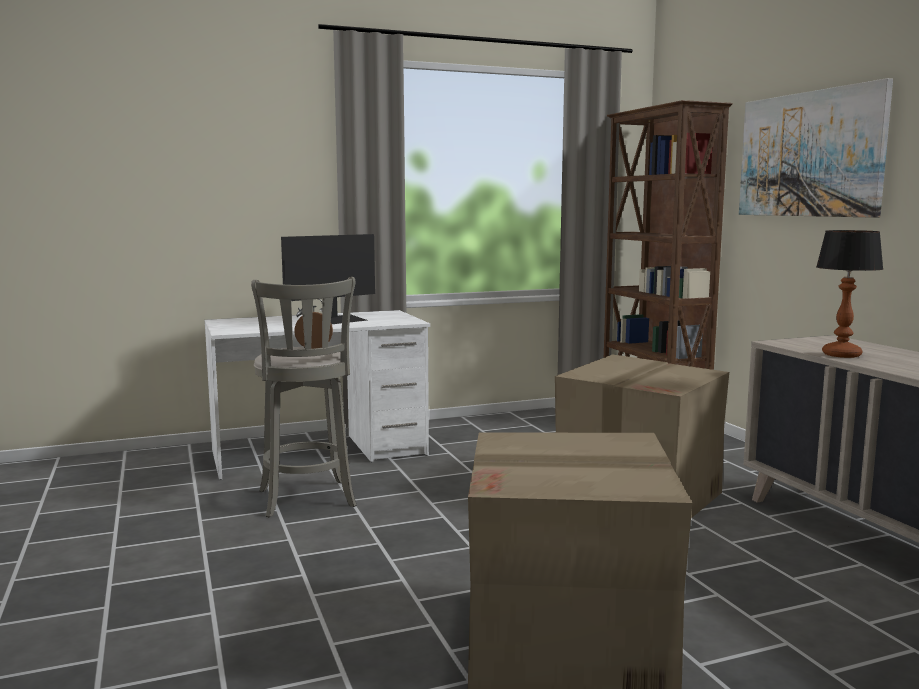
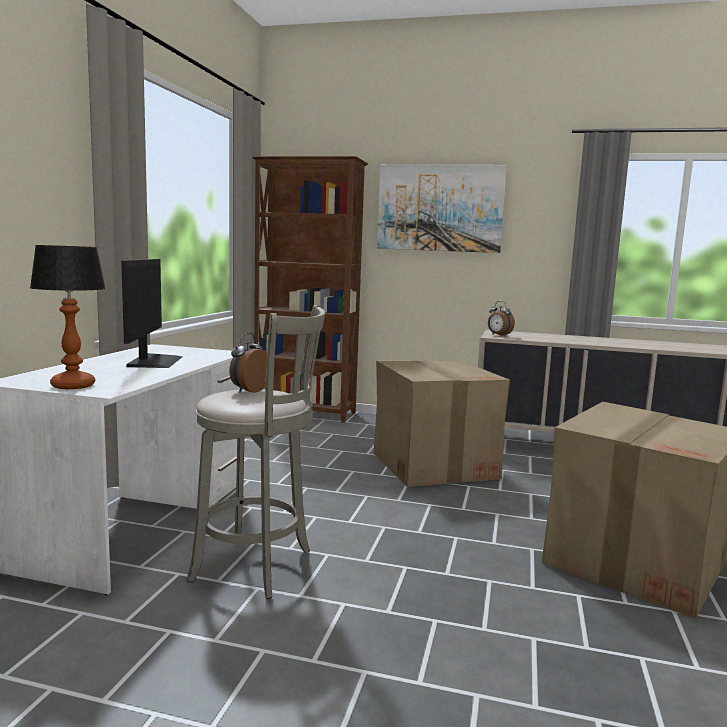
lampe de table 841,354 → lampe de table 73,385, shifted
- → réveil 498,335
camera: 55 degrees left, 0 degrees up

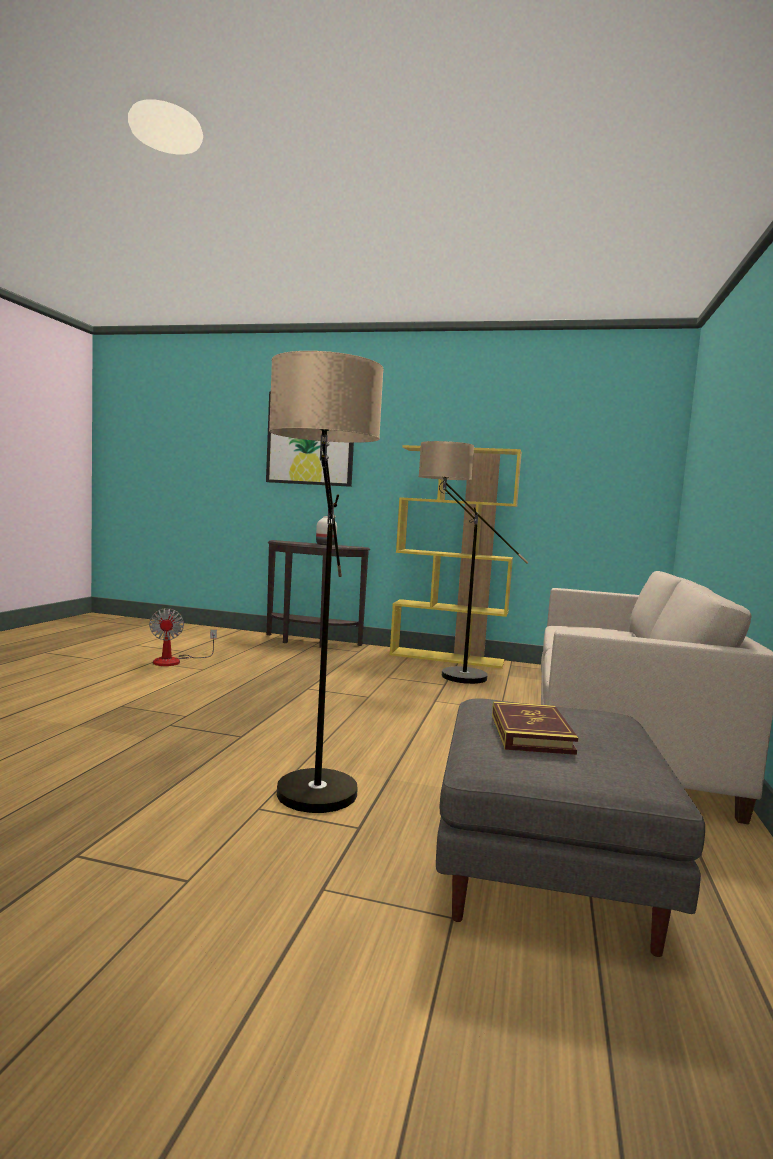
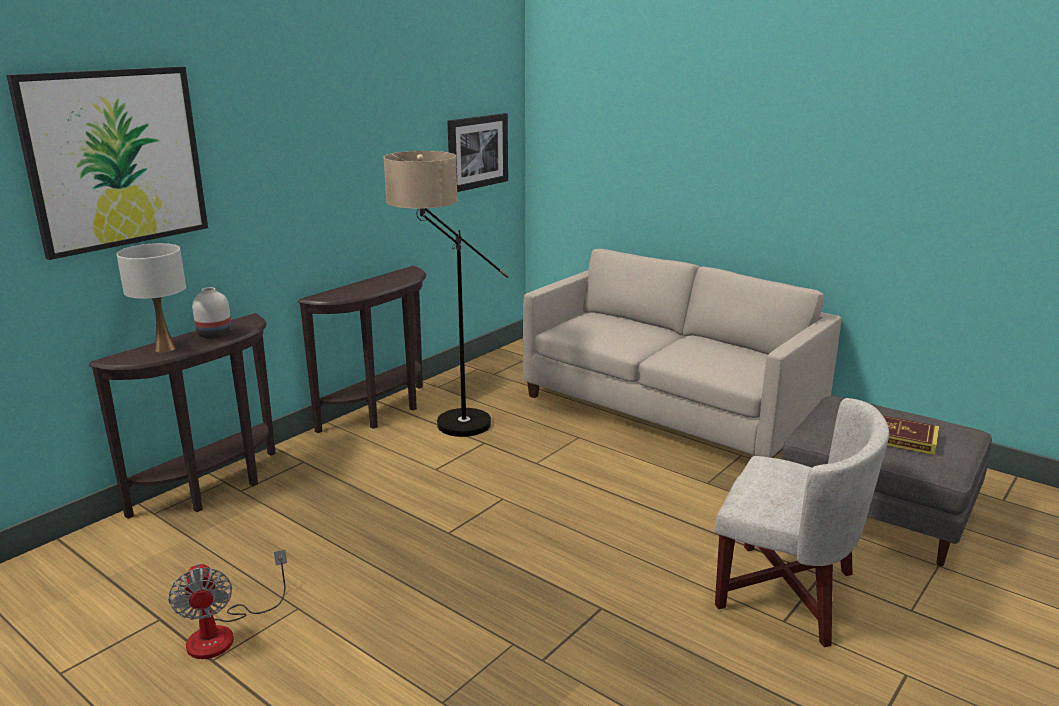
ventilateur 175,661 → ventilateur 224,633, 60 degrees clockwise
lampadaire 311,809 → fauteuil/blanc 787,592
bibliothèque/jaune 447,658 → table console/marron 382,412
- → lampe de table/blanc 165,348
- → tableau 477,152
camera: 65 degrees left, 15 degrees up

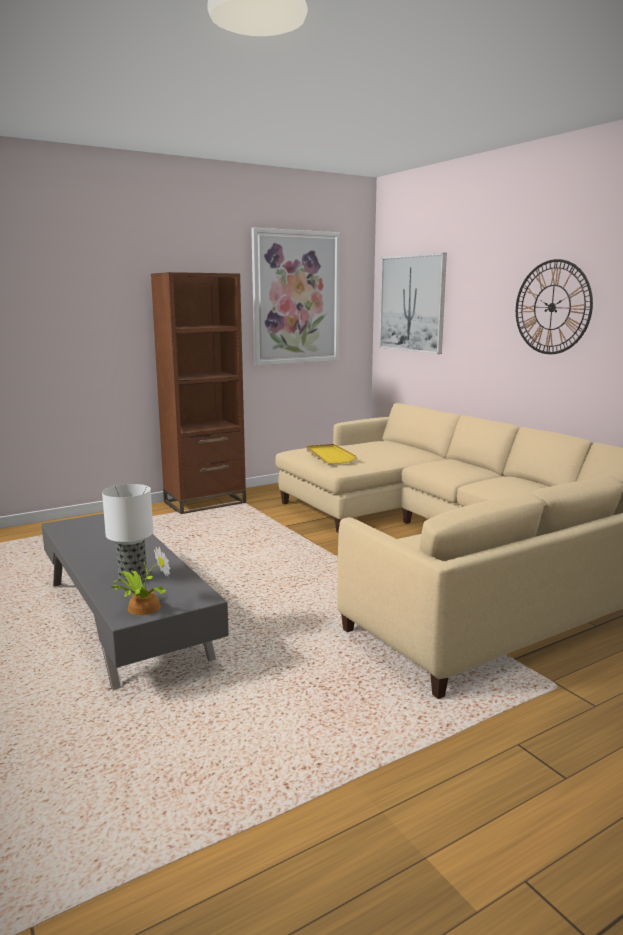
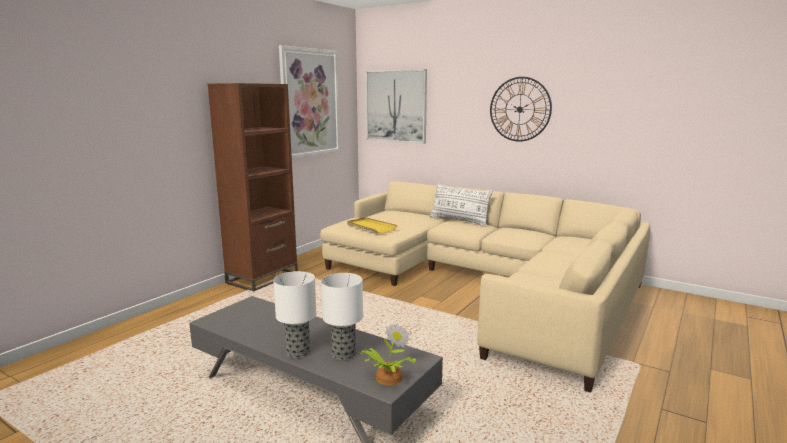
- → lampe de table 299,352
- → coussin/blanc 459,221
camera: 25 degrees left, 0 degrees up

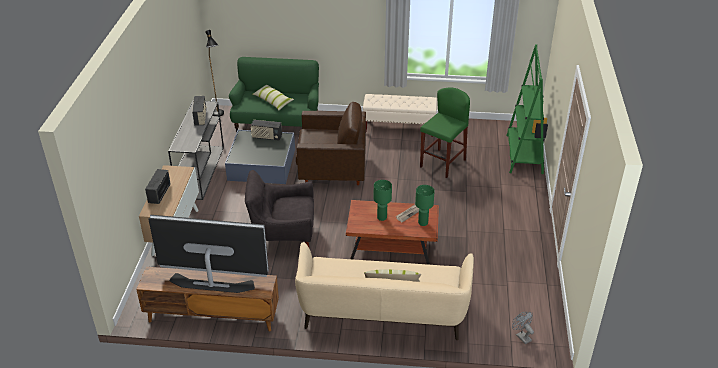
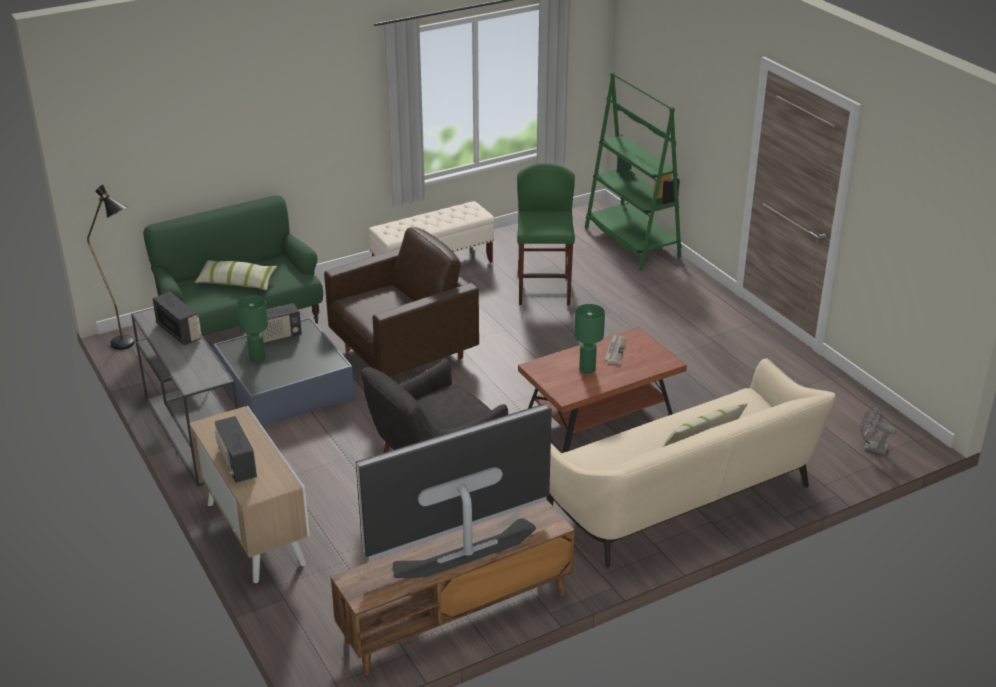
lampe de table/vert 423,223 → lampe de table/vert 258,358, shifted
camera: 35 degrees left, 5 degrees down

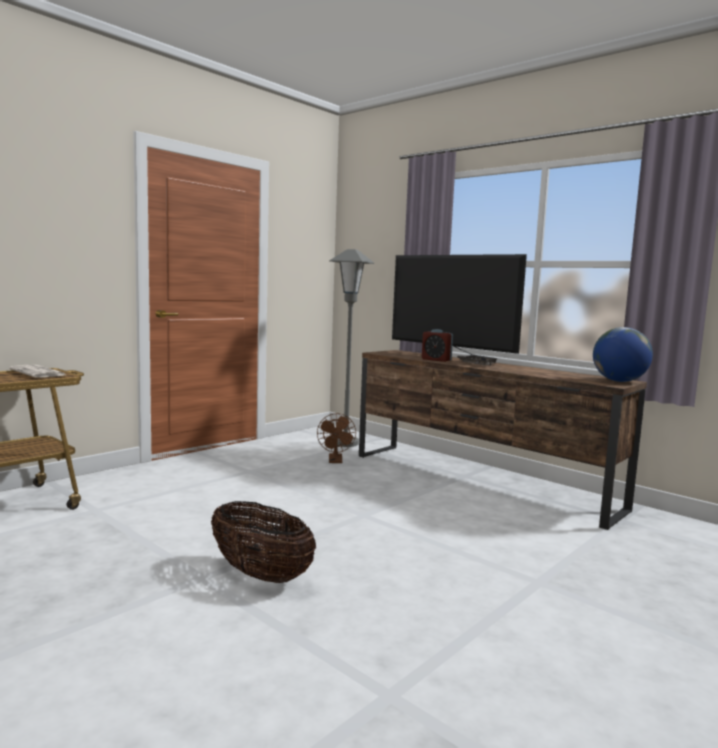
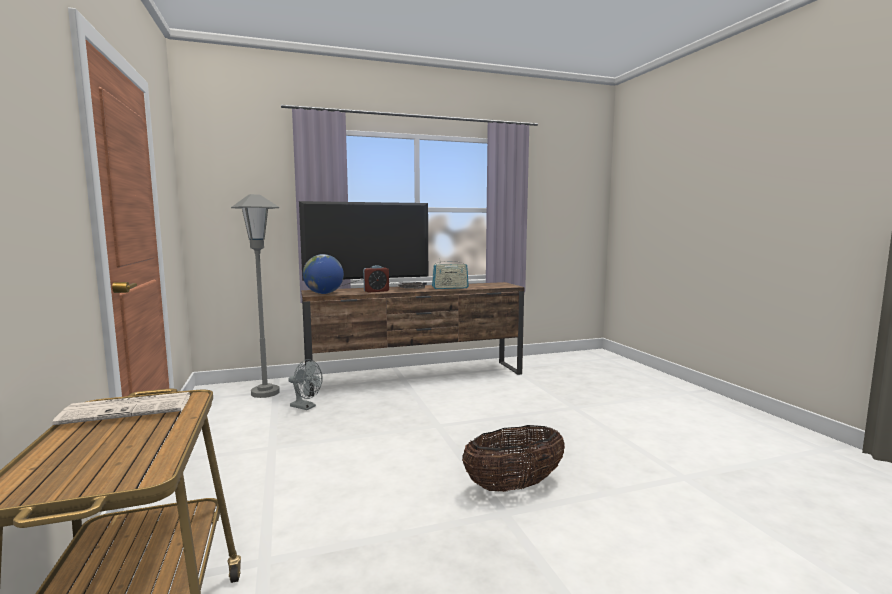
ventilateur/marron 335,461 → ventilateur/gris 306,407
globe 619,381 → globe 324,293, shifted
- → radio 450,288
camera: 60 degrees left, 0 degrees up

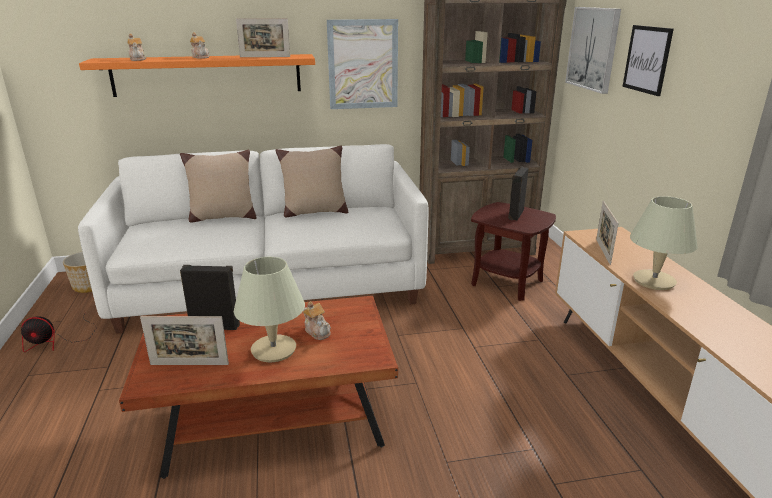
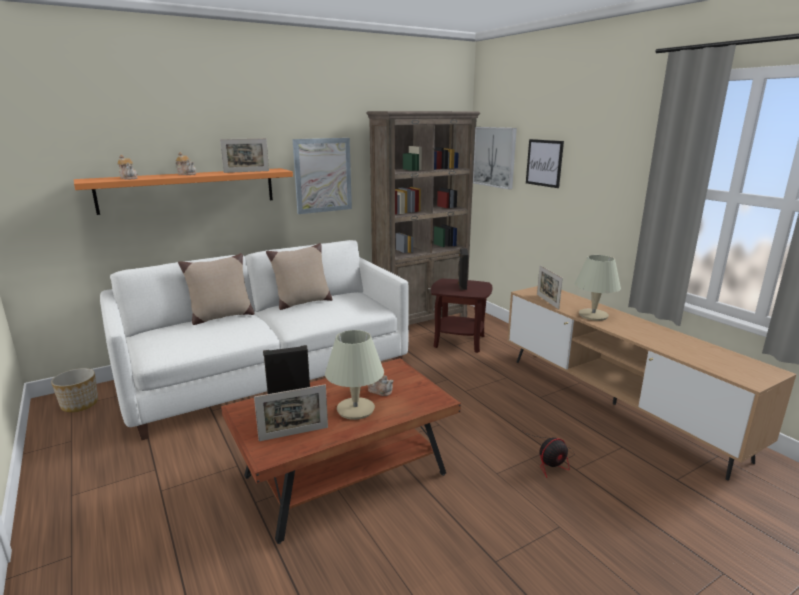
ventilateur 58,340 → ventilateur 551,460, shifted
camera: 20 degrees left, 5 degrees down

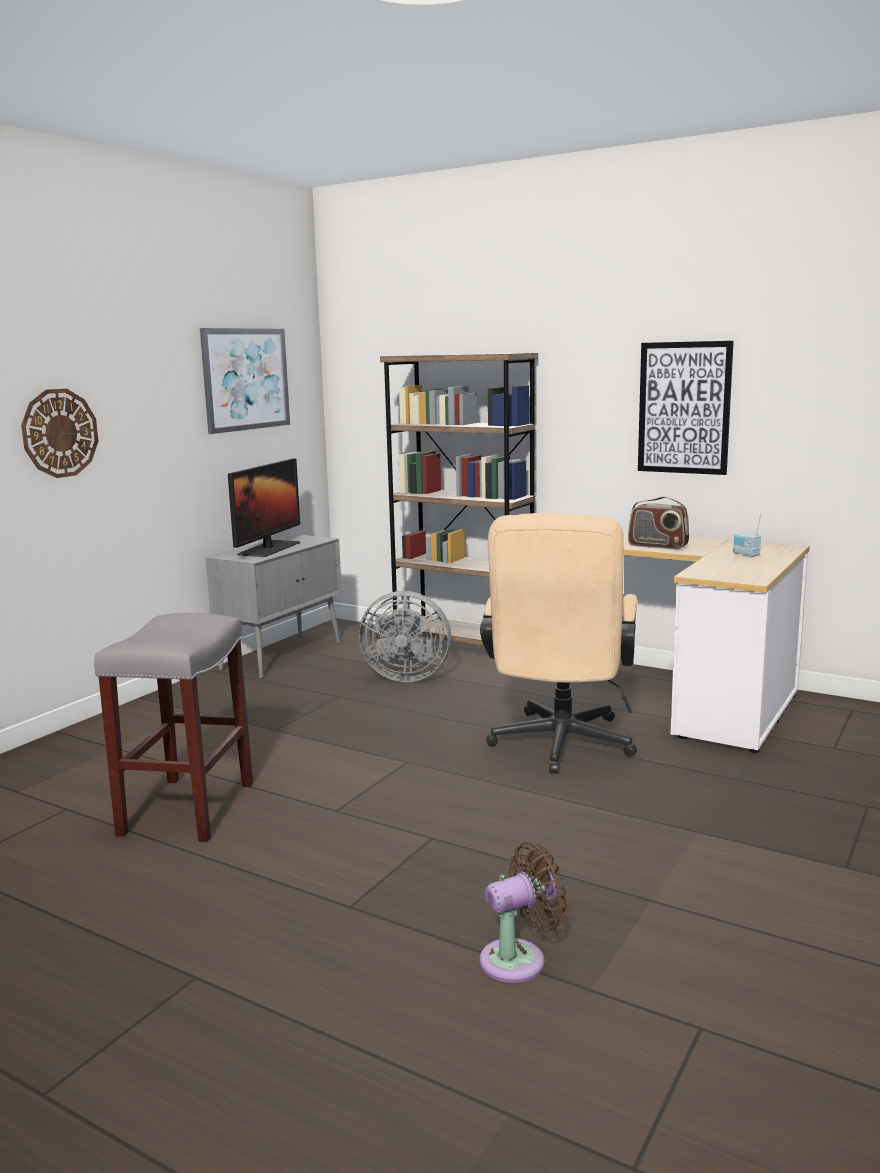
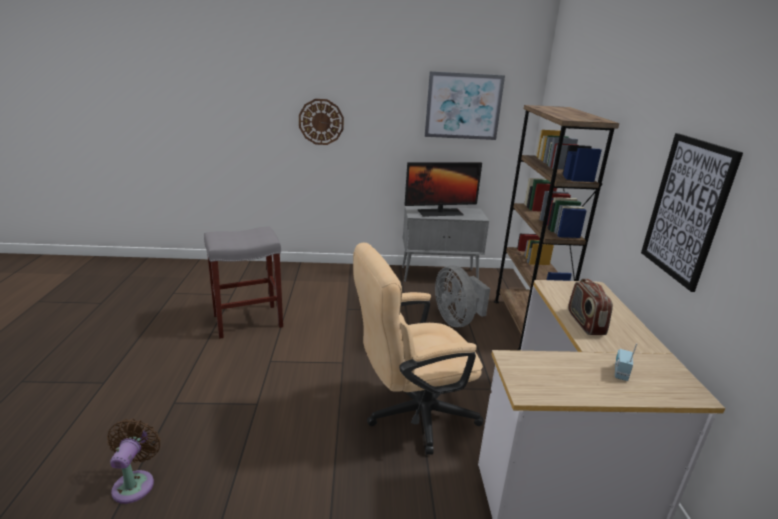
ventilateur/marron 519,959 → ventilateur/marron 135,483, 120 degrees counterclockwise
camera: 55 degrees right, 10 degrees up

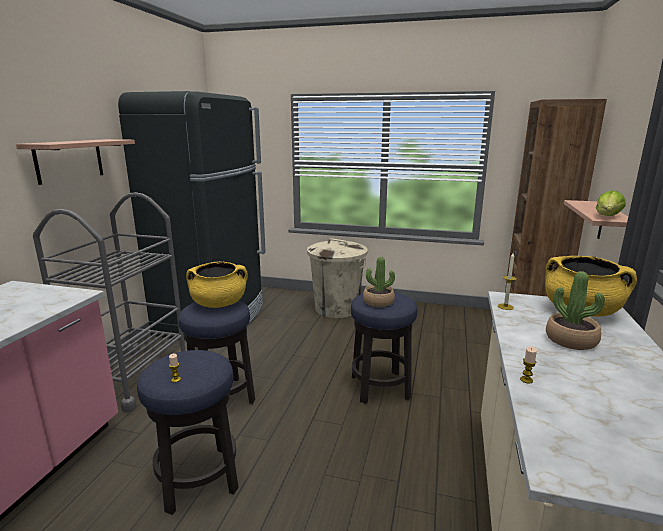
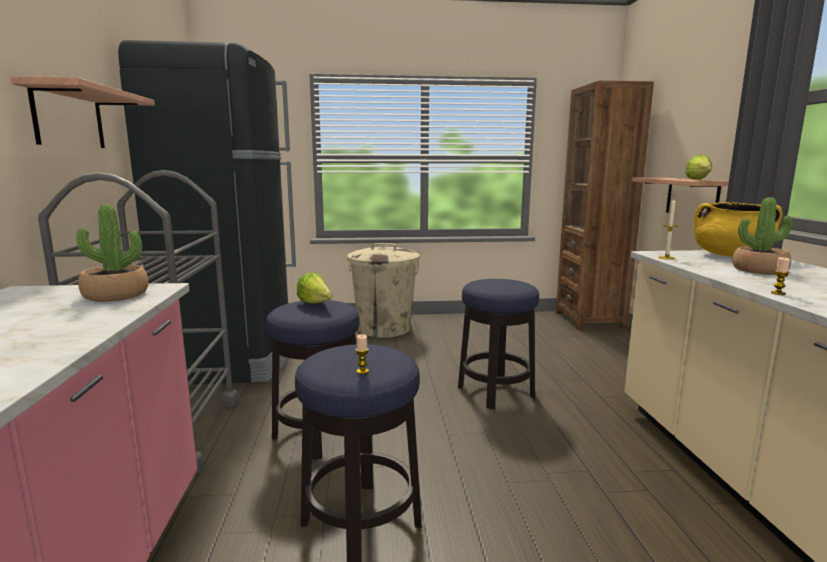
marmite/jaune 219,304 → laitue 316,304
plante en pot 378,302 → plante en pot 115,295, shifted
camera: 20 degrees left, 5 degrees down

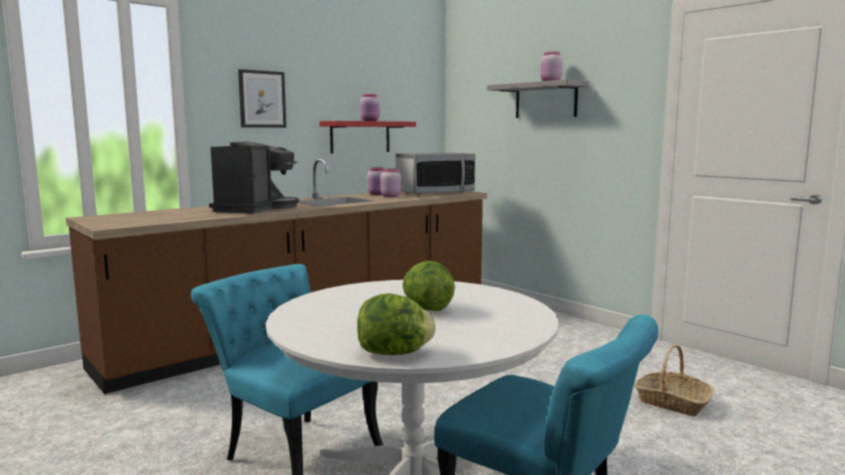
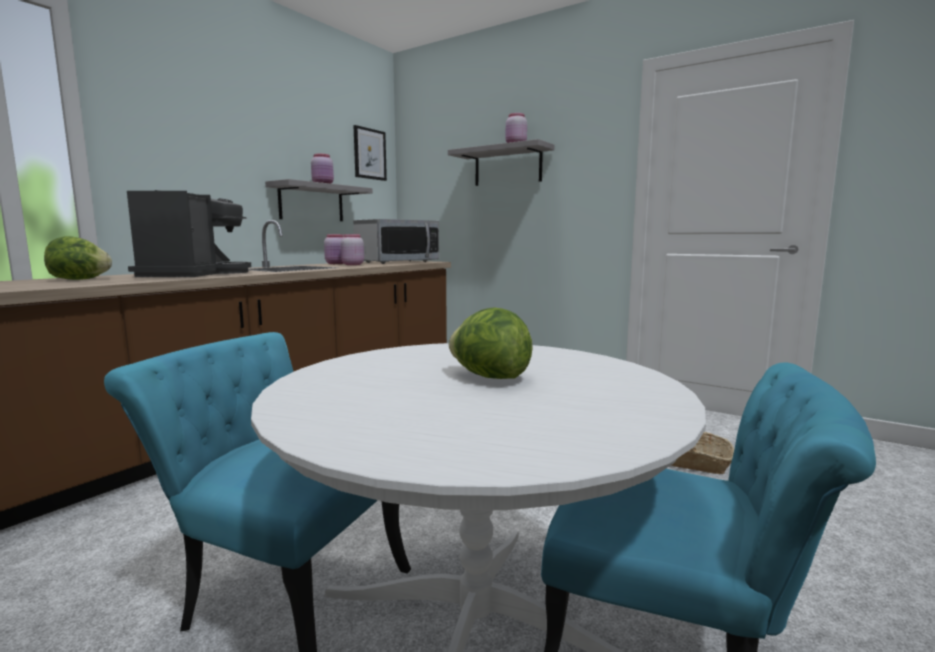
tableau 262,99 → tableau 369,154, shifted
étagère/rouge 360,137 → étagère/gris 311,203
laitue 394,353 → laitue 79,279, shifted
camera: 15 degrees left, 0 degrees up

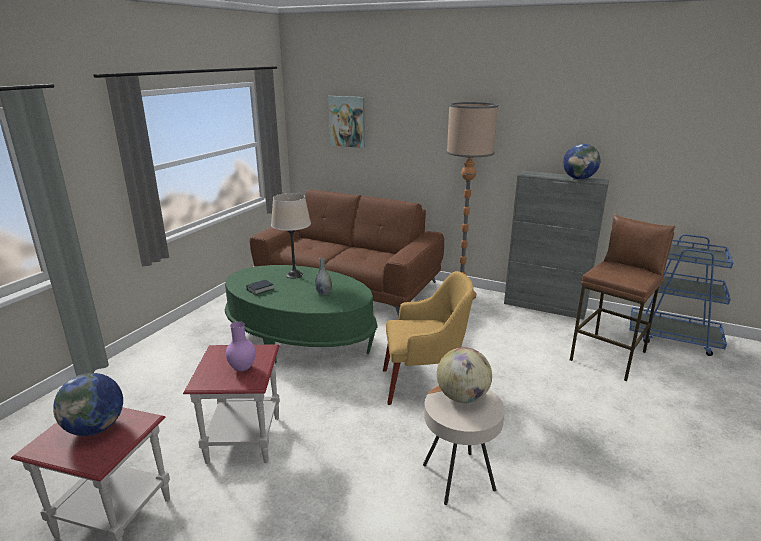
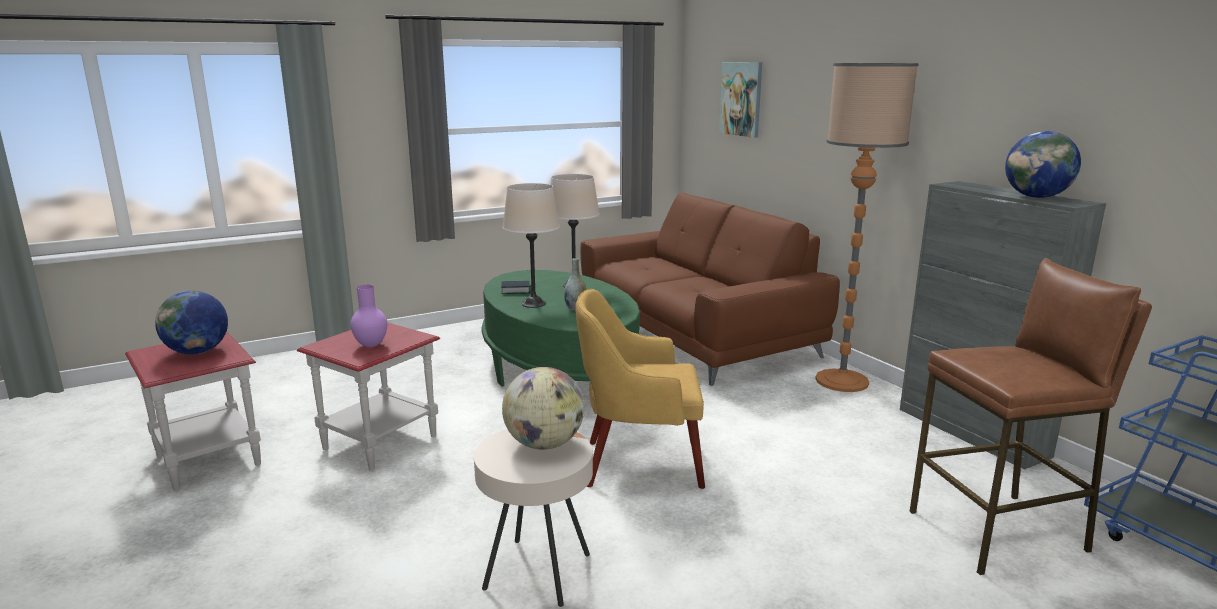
fauteuil/jaune 425,384 → fauteuil/jaune 639,463, 150 degrees clockwise
- → lampe de table/beige 533,303
camera: 35 degrees right, 5 degrees down

